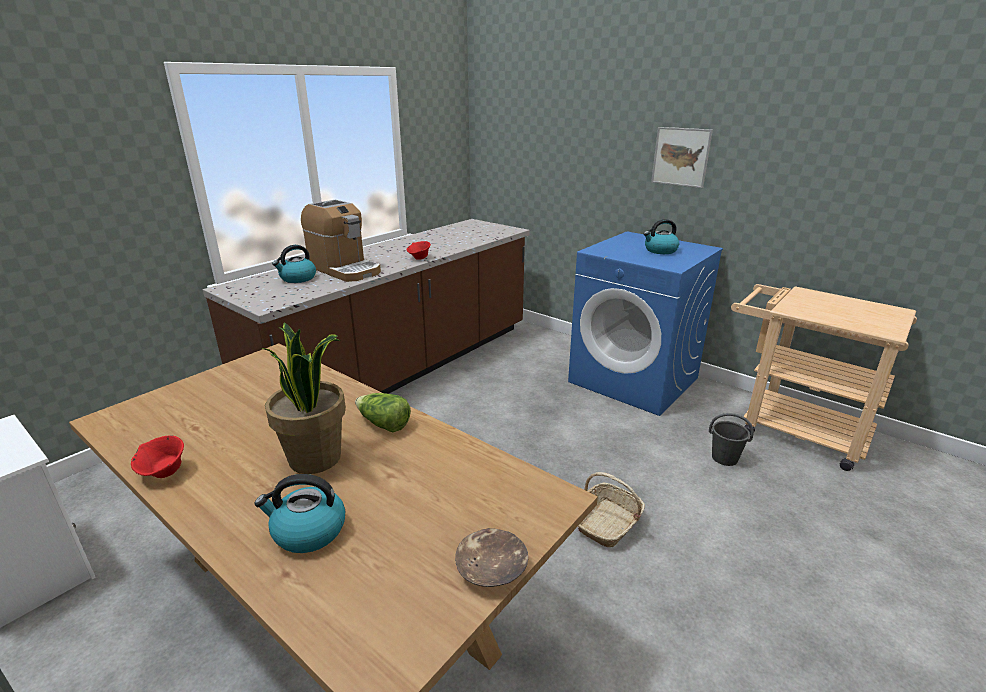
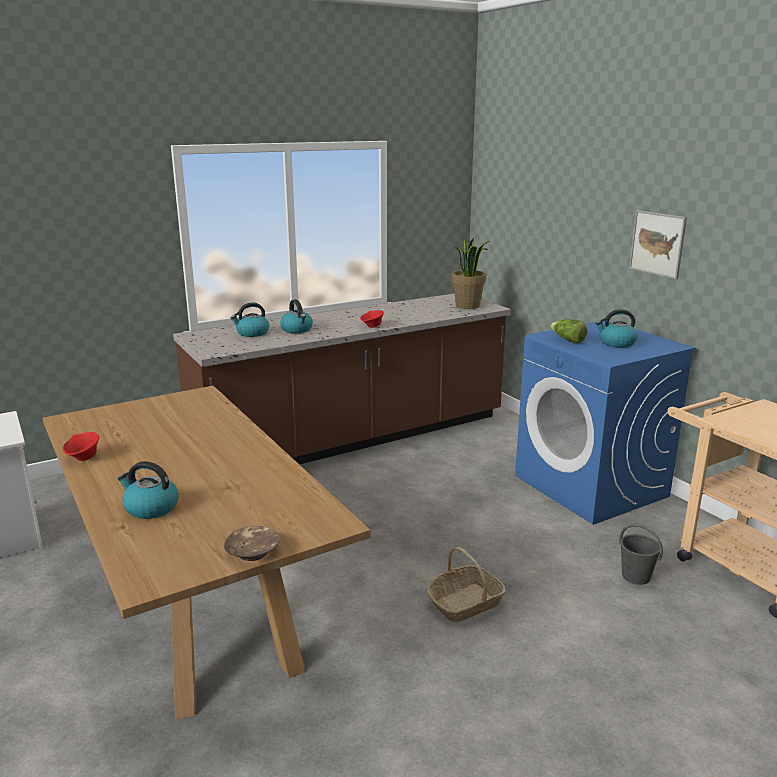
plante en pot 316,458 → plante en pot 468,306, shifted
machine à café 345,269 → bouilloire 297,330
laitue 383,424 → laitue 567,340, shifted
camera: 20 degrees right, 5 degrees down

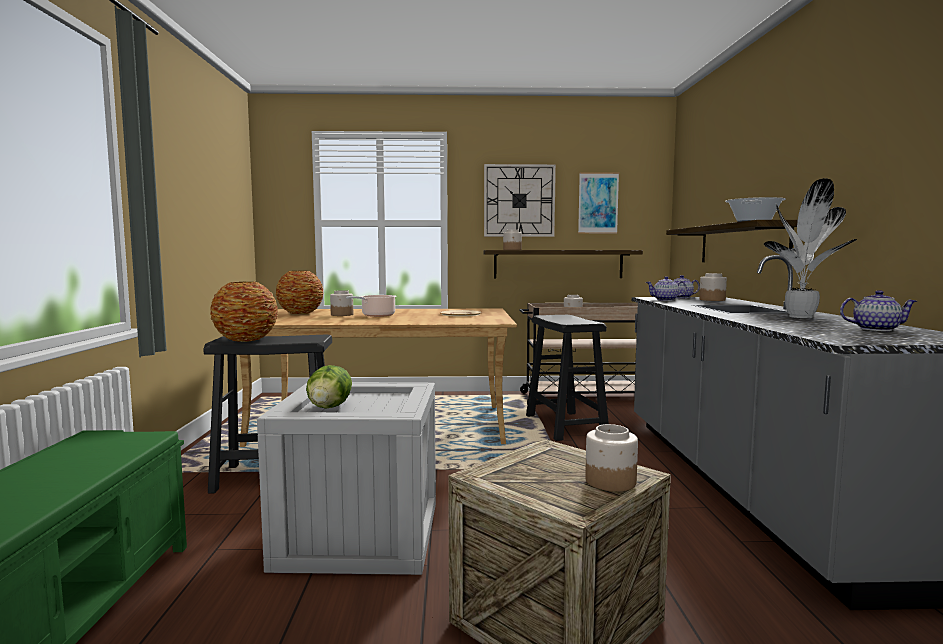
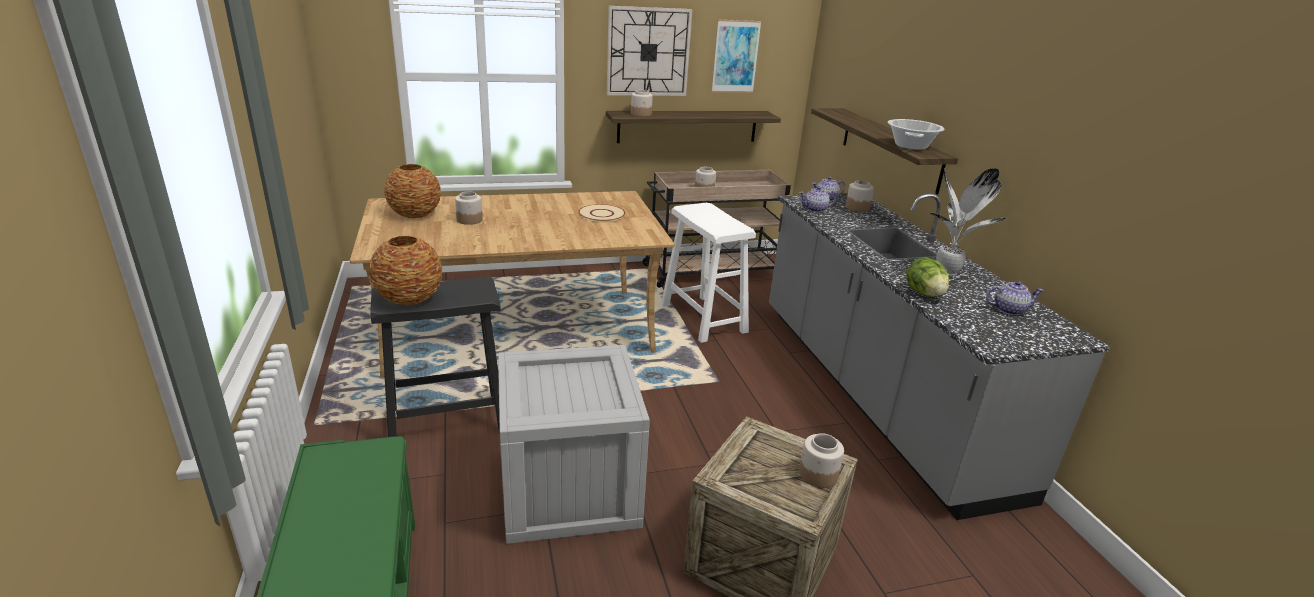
laitue 329,407 → laitue 924,294, shifted
marmite 376,315 → -
tabouret/noir 565,426 → tabouret/blanc 703,319
camera: 15 degrees left, 20 degrees up

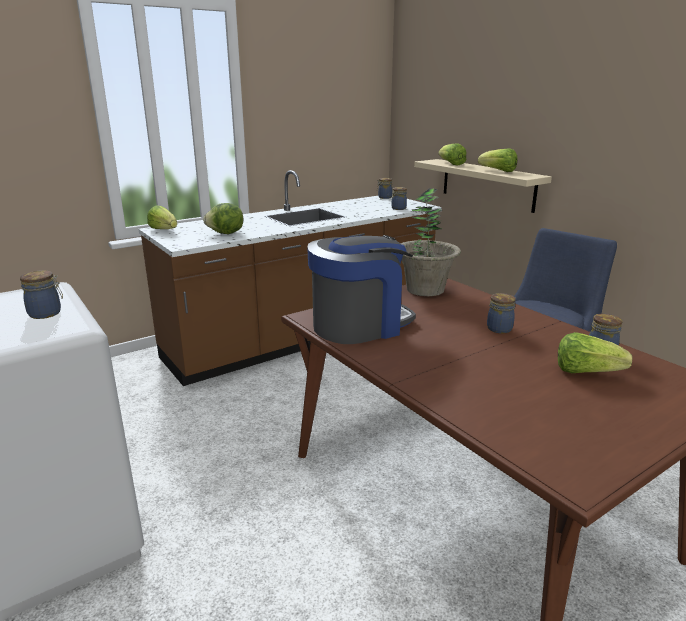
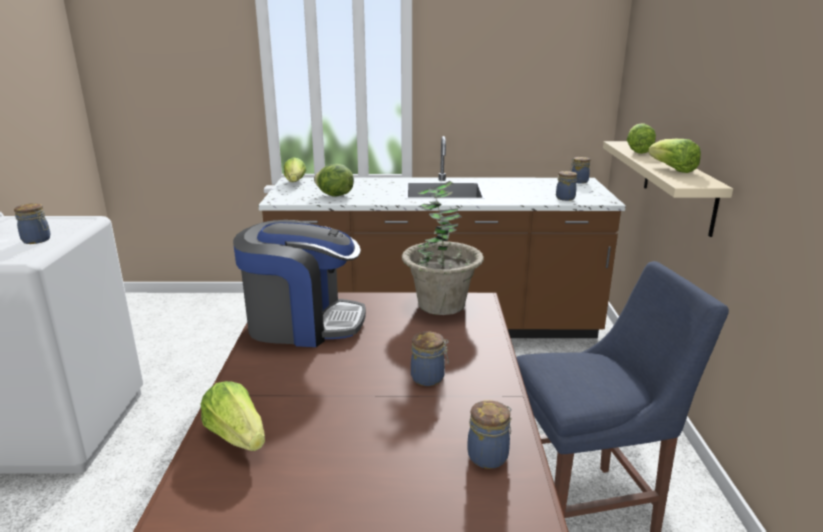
laitue 586,372 → laitue 237,436, shifted
camera: 35 degrees right, 0 degrees up

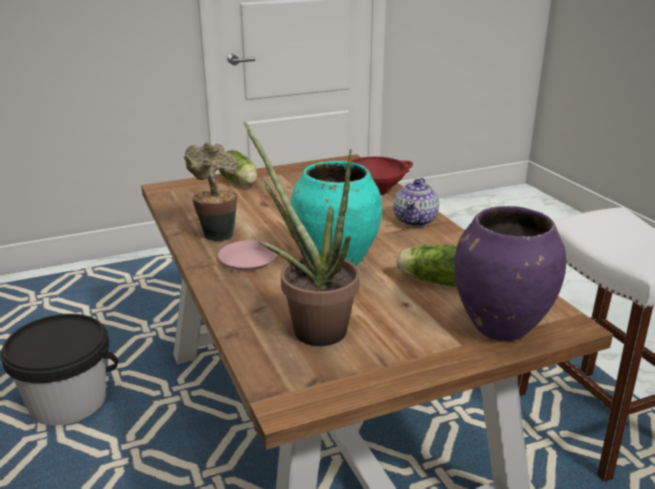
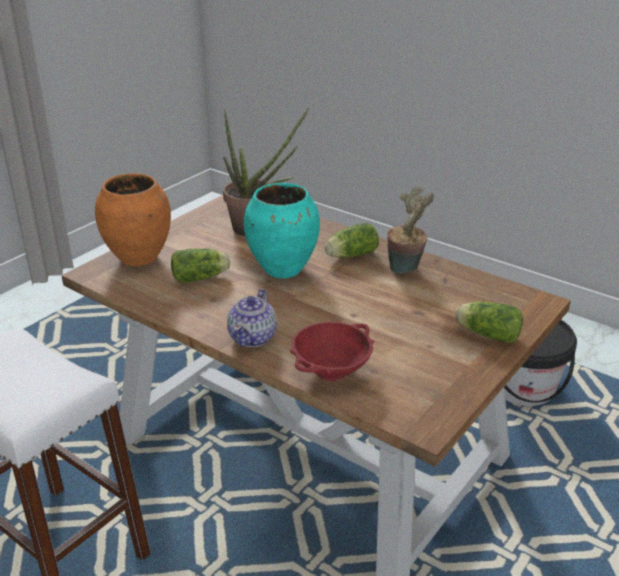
assiette/rose 248,260 → laitue 350,255
théière 415,220 → théière 253,337, 150 degrees counterclockwise
vase/violet 499,328 → vase/orange 139,258
camera: 150 degrees right, 5 degrees up

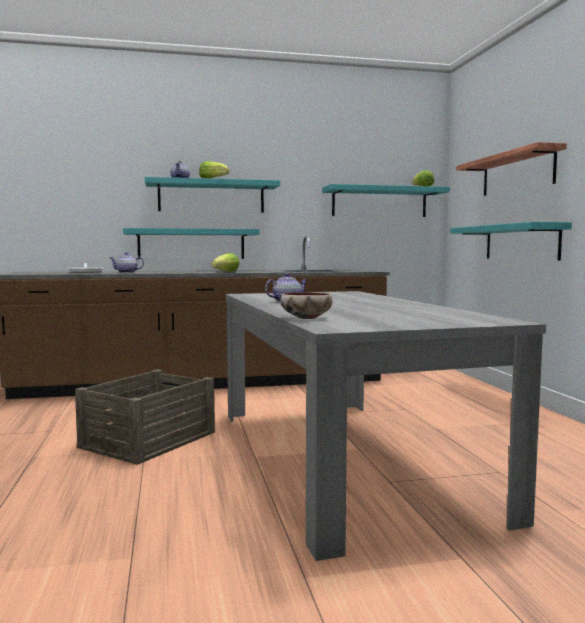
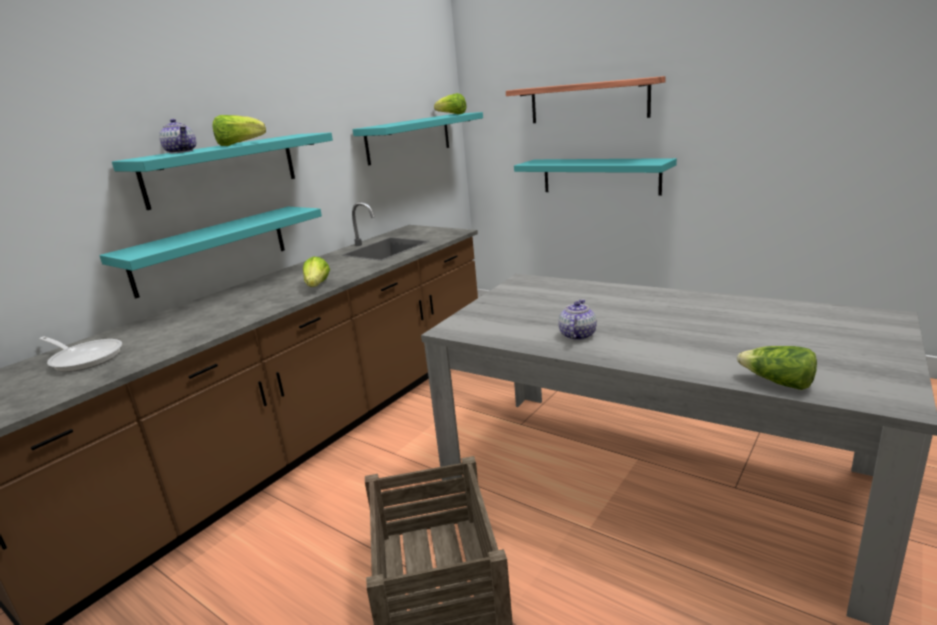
théière 127,272 → -
bol 305,318 → laitue 777,383
camera: 40 degrees left, 15 degrees up

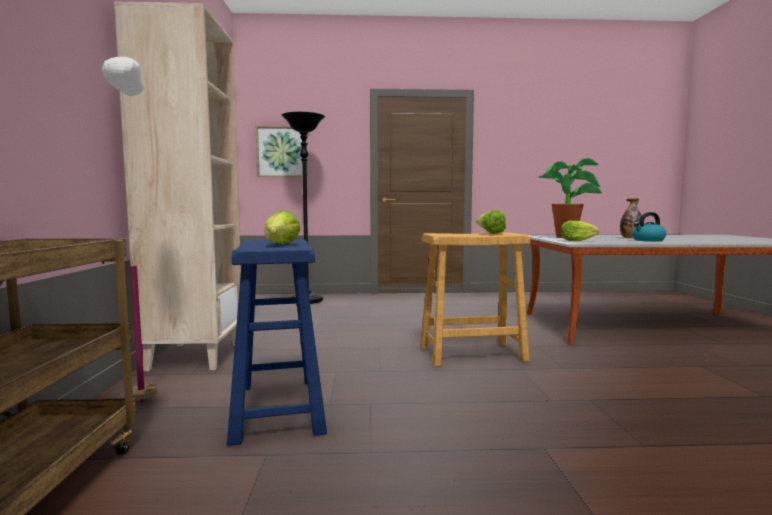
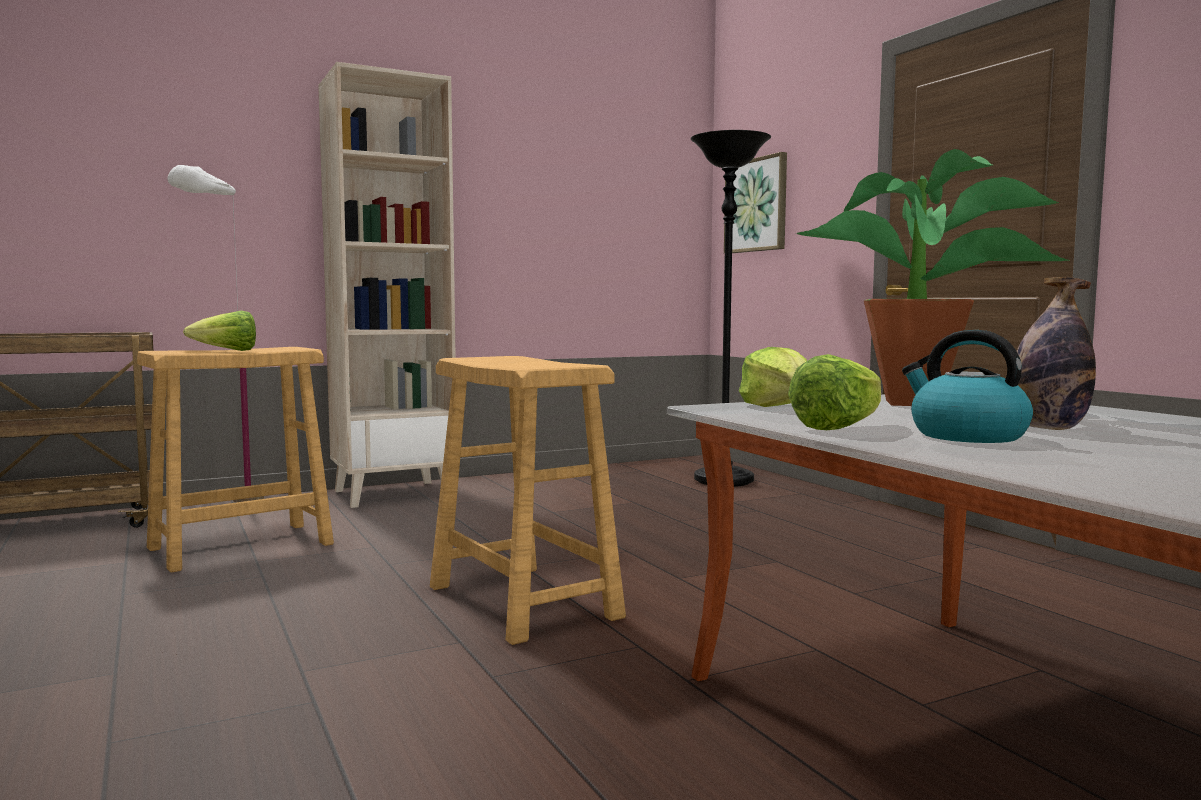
tabouret/bleu 278,408 → tabouret/beige 242,546
laitue 489,233 → laitue 838,427, shifted
camera: 65 degrees right, 0 degrees up

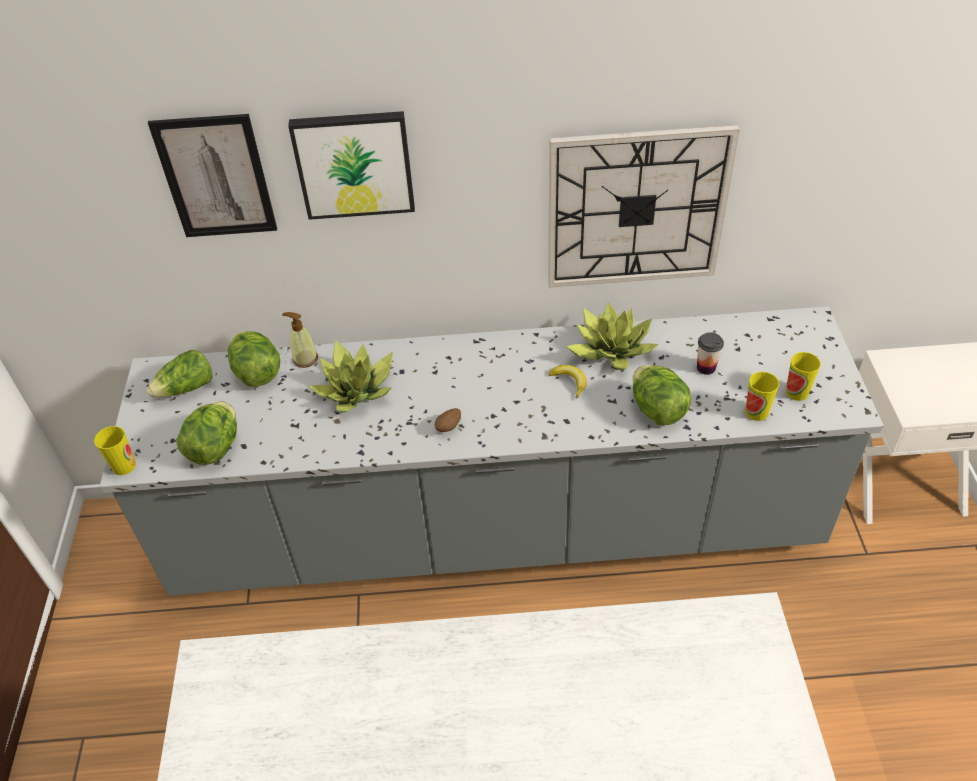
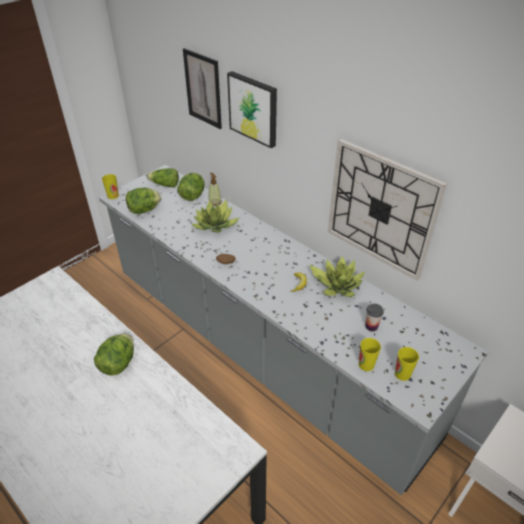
laitue 657,410 → laitue 118,363, shifted
camera: 45 degrees right, 5 degrees down

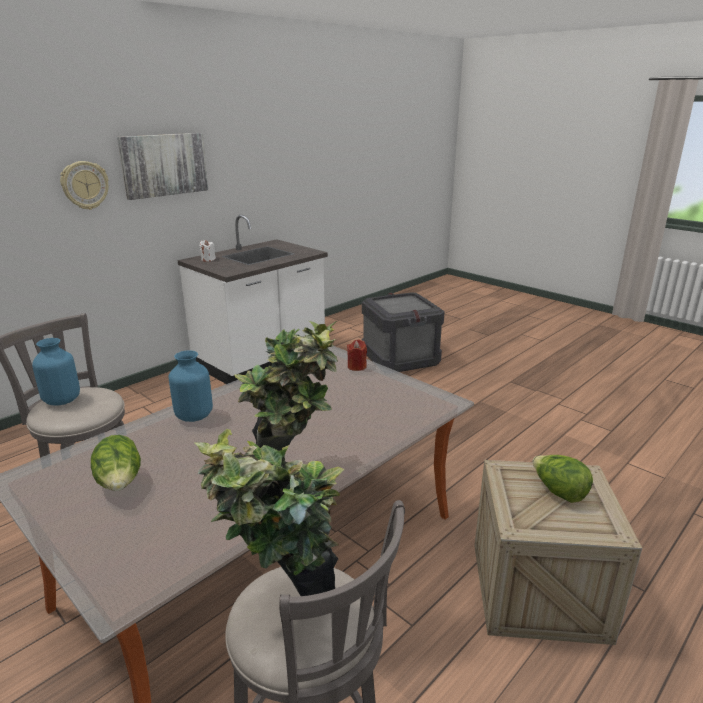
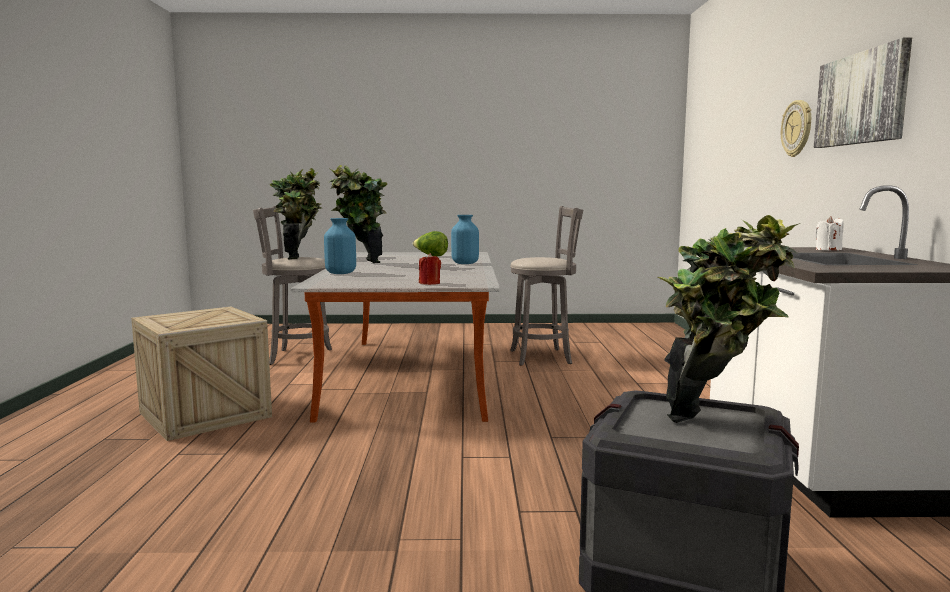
vase/bleu 62,400 → vase/bleu 340,273, shifted
laitue 558,492 → -
- → plante en pot 715,419
camera: 135 degrees right, 15 degrees down

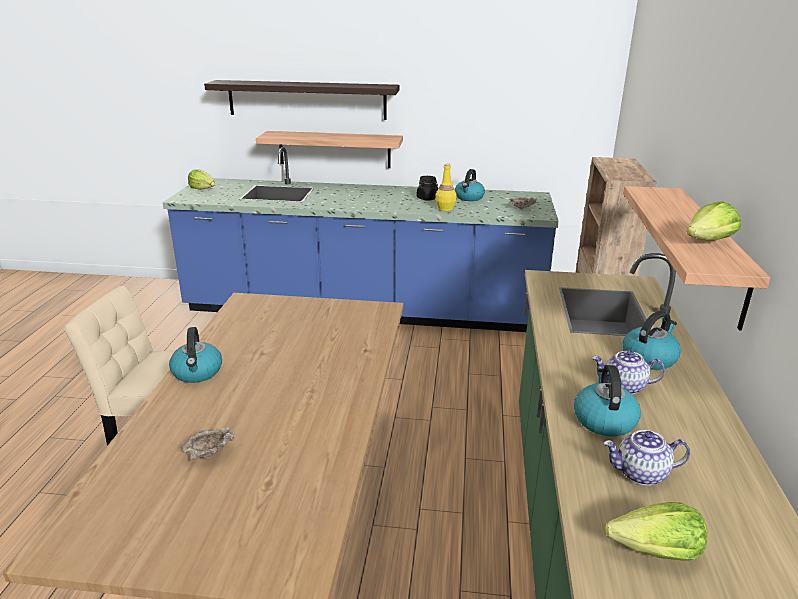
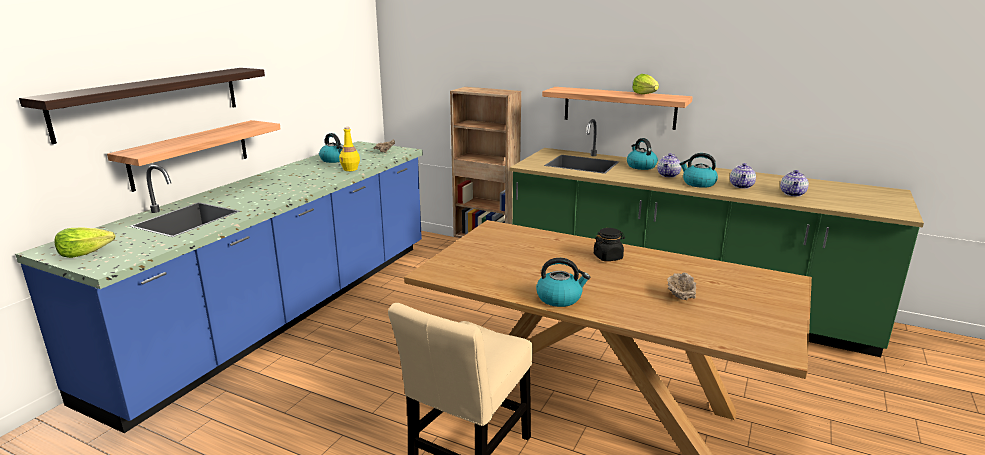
bocal/noir 427,198 → bocal/noir 608,257, shifted
laitue 656,552 → théière 793,194
camera: 70 degrees left, 5 degrees down

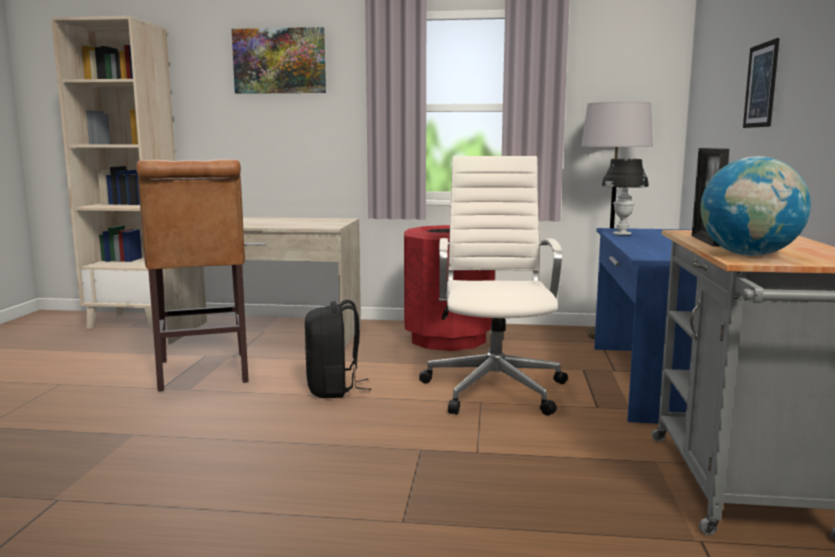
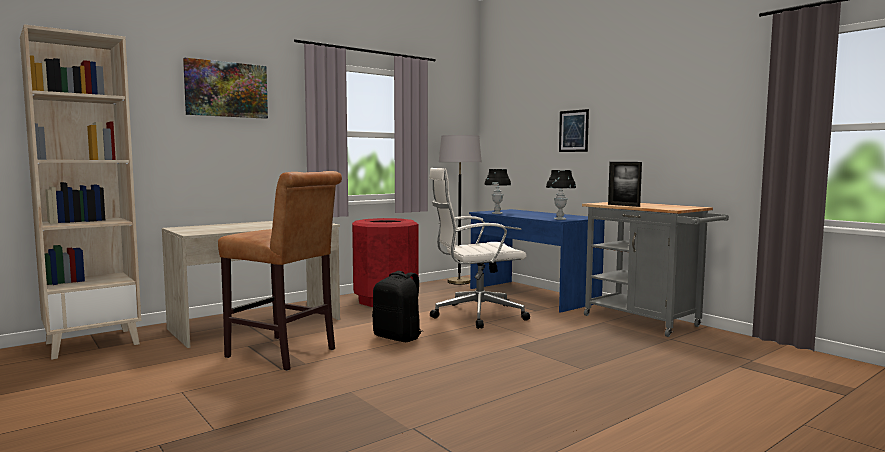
chaise de bureau/blanc 495,388 → chaise de bureau/blanc 475,315, 60 degrees counterclockwise
globe 749,255 → -
- → lampe de table/noir 560,219
camera: 45 degrees left, 5 degrees down

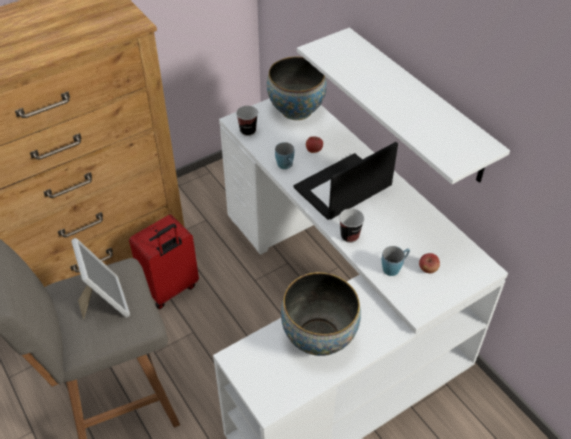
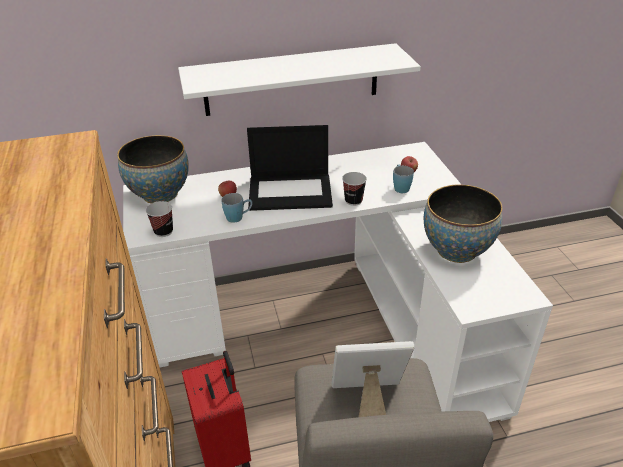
ordinateur portable 342,188 → ordinateur portable 291,191, 75 degrees counterclockwise
camera: 70 degrees left, 10 degrees down

